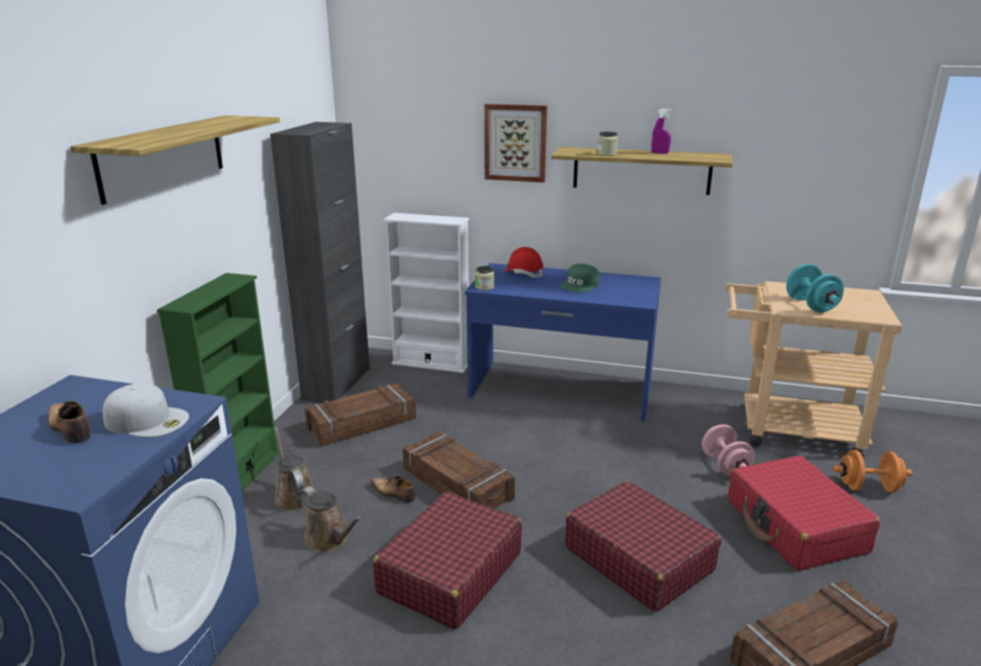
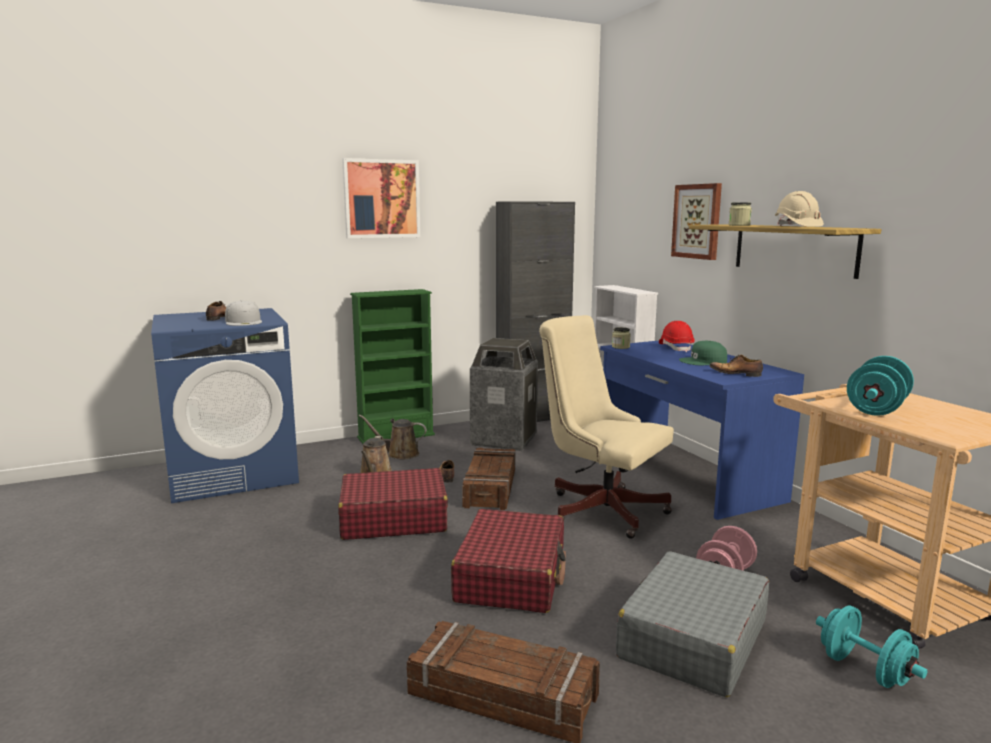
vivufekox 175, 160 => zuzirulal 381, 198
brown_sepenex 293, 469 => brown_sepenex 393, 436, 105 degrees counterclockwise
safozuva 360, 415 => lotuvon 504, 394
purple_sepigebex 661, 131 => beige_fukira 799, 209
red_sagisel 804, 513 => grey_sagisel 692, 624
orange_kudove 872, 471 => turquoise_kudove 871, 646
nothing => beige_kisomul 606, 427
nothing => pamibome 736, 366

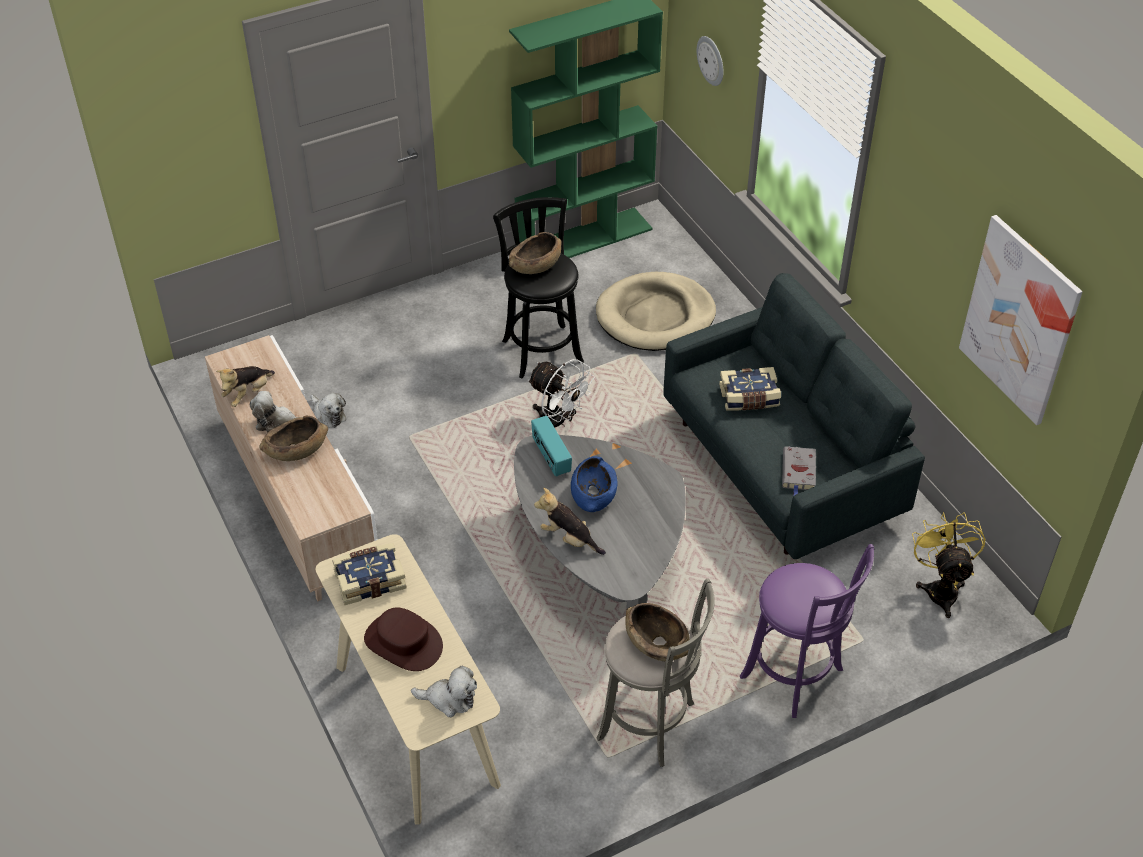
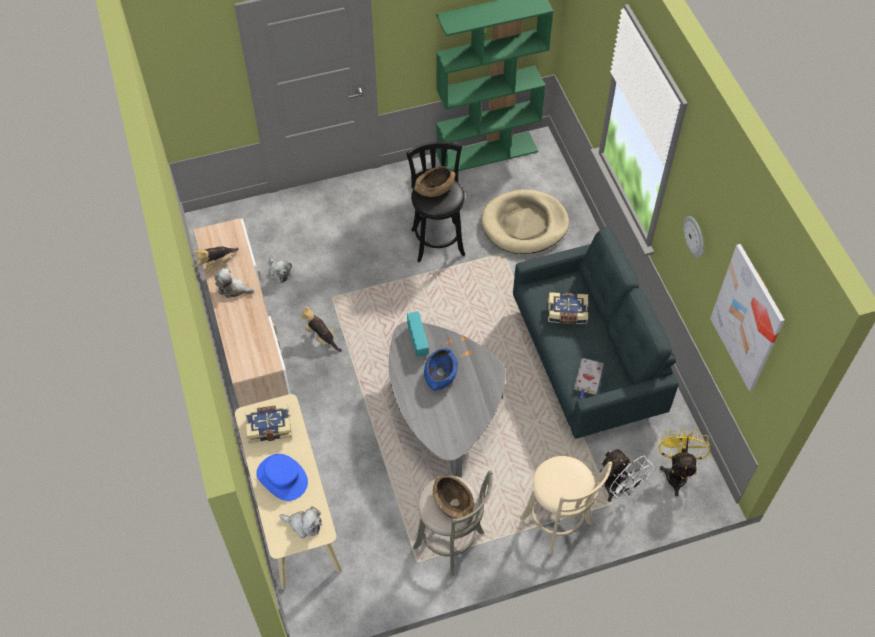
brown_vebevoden 293, 438 => nothing
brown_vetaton 403, 639 => blue_vetaton 282, 477
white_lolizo 561, 393 => white_lolizo 627, 475, moved
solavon 570, 521 => solavon 321, 329, moved
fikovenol 710, 61 => fikovenol 693, 237, moved
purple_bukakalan 807, 631 => beige_bukakalan 566, 505

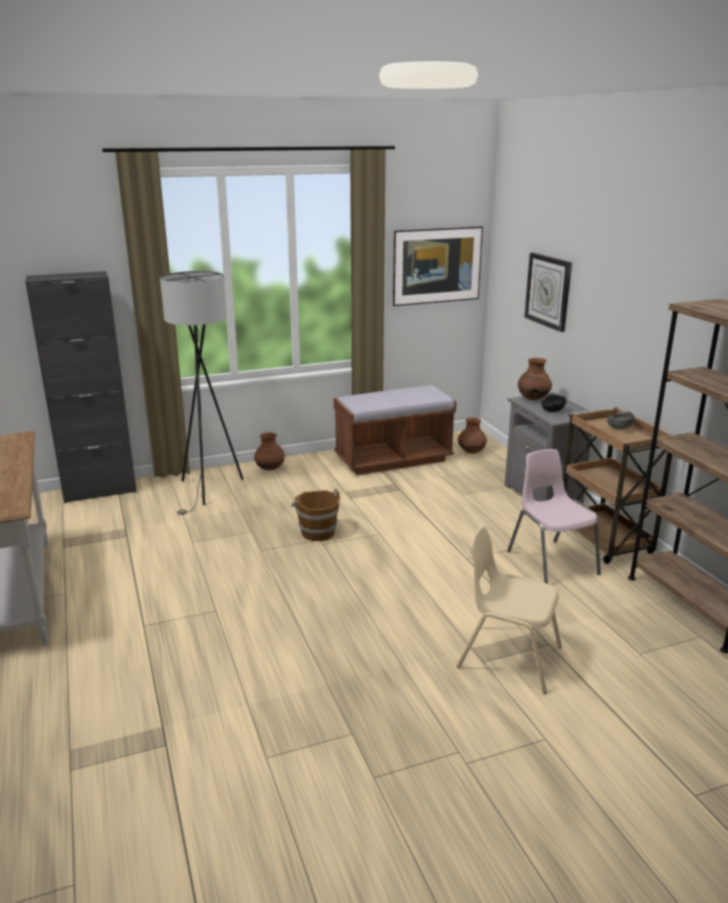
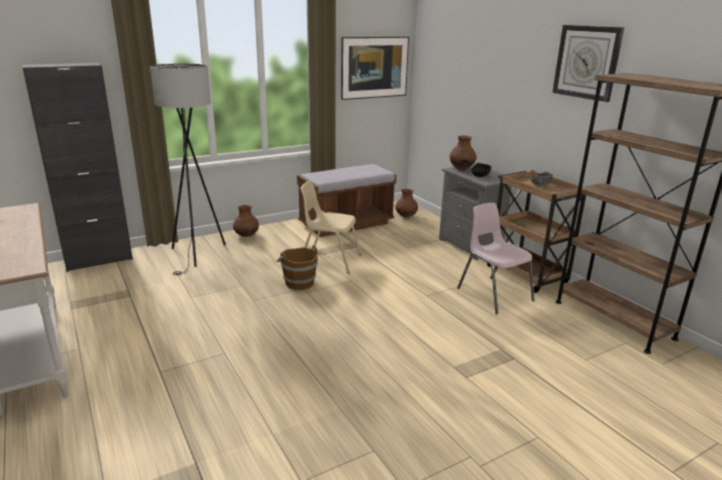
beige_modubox 509, 610 => beige_modubox 330, 227, moved
fikovenol 548, 292 => fikovenol 588, 63, moved

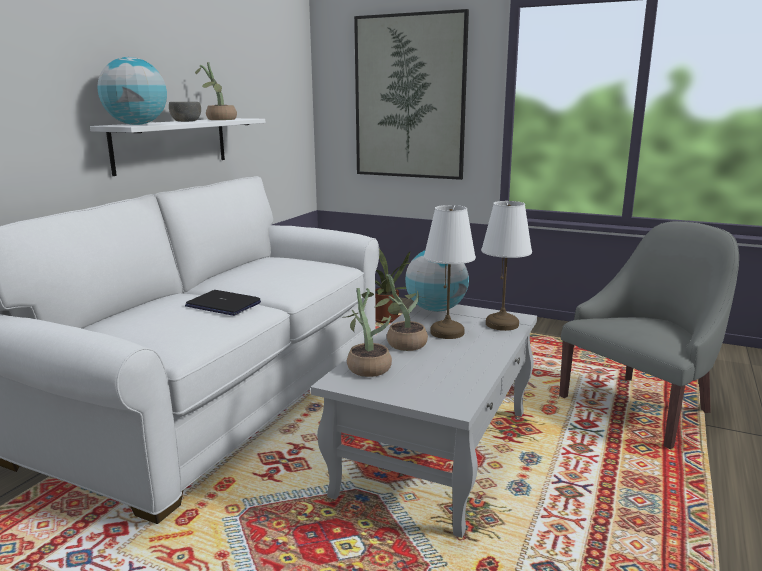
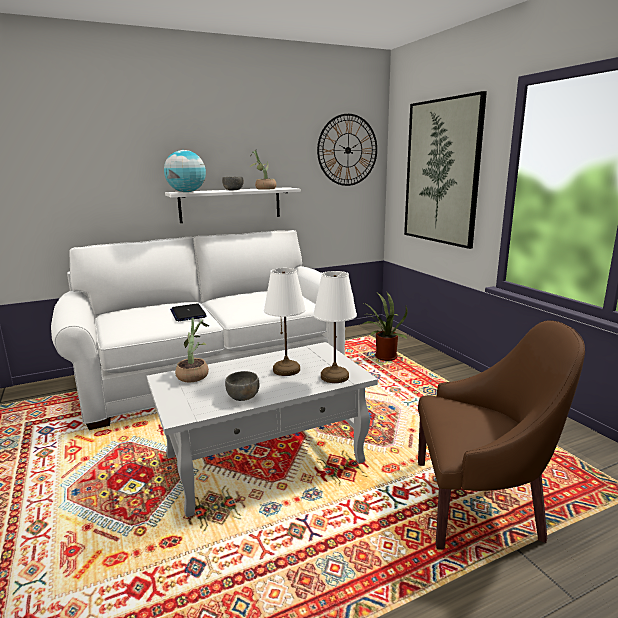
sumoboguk 401, 312 => nothing
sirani 437, 281 => nothing
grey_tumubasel 649, 335 => brown_tumubasel 501, 435
nothing => grey_vebevoden 242, 386
nothing => fikovenol 347, 150

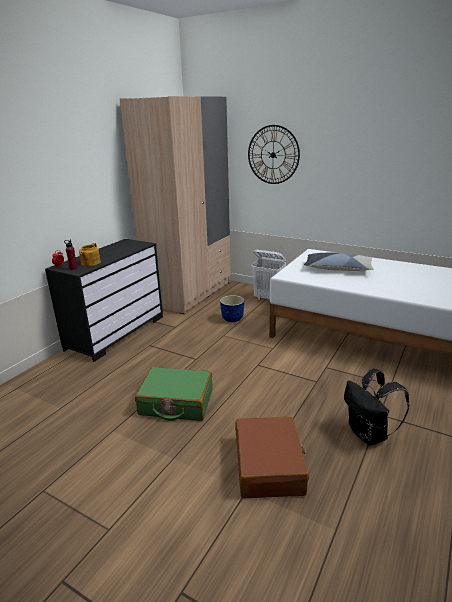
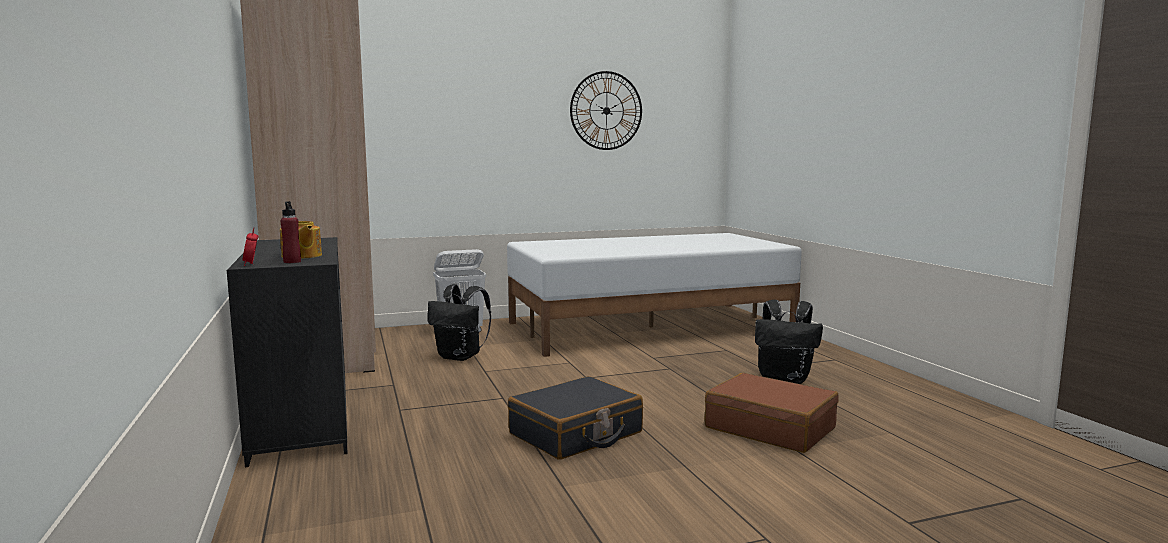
green_sagisel 174, 394 => black_sagisel 575, 418
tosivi 232, 308 => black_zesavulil 459, 322
fikovenol 274, 154 => fikovenol 606, 110, moved
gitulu 339, 262 => nothing

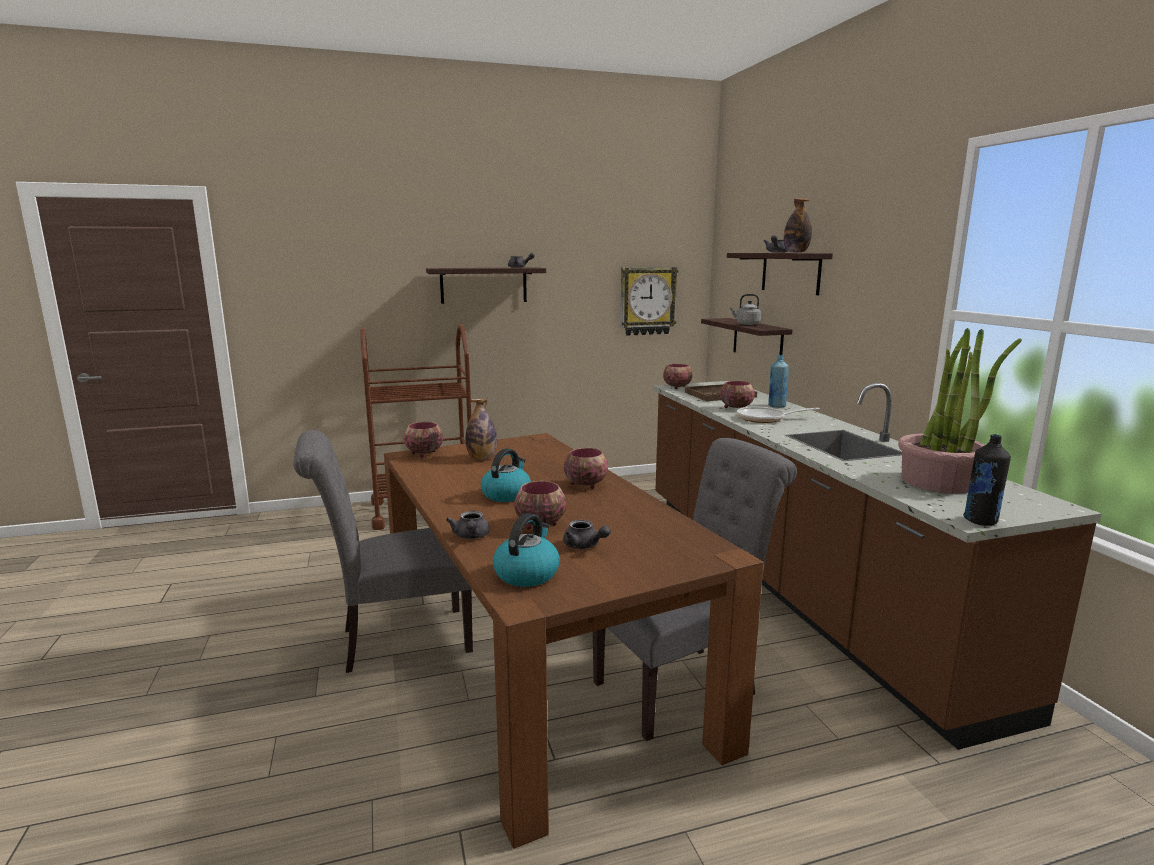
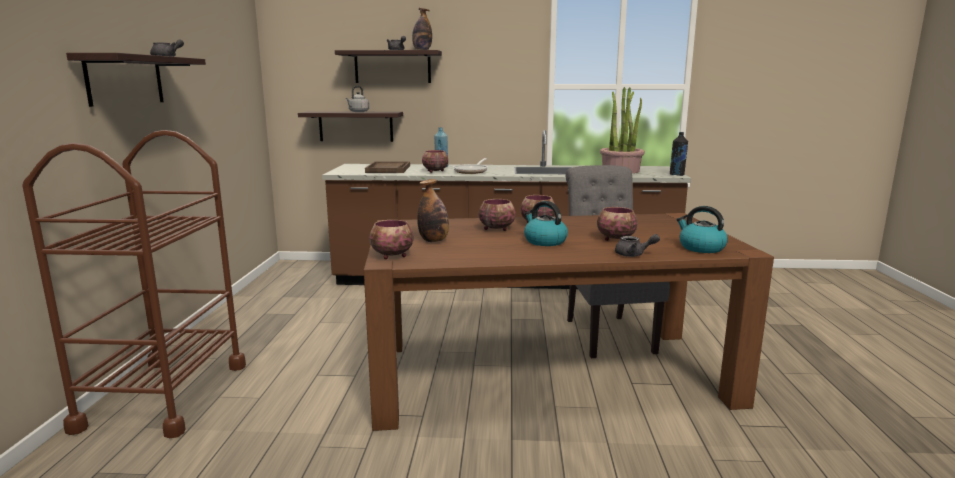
grey_modubox 383, 551 => nothing
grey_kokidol 587, 534 => nothing
fikovenol 649, 301 => nothing
vebevoden 678, 376 => vebevoden 497, 215, moved

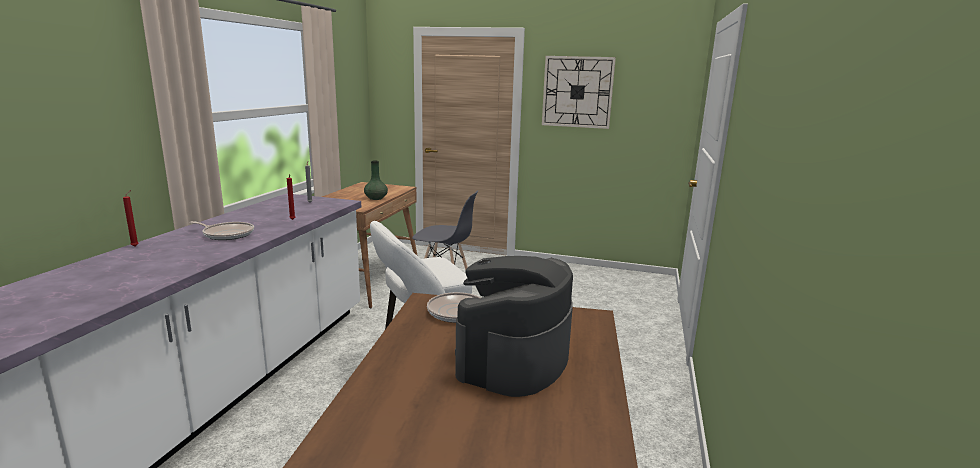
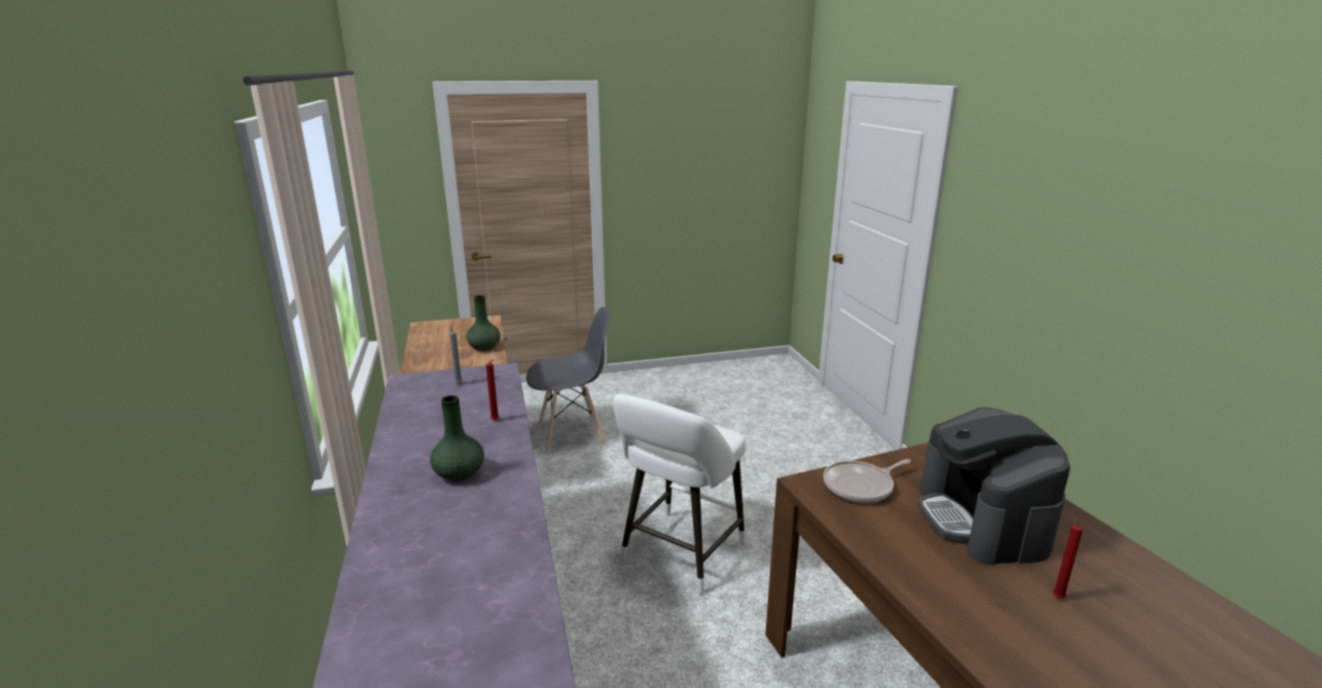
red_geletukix 131, 218 => red_geletukix 1068, 555, moved
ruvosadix 221, 230 => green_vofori 457, 438
fikovenol 579, 92 => nothing

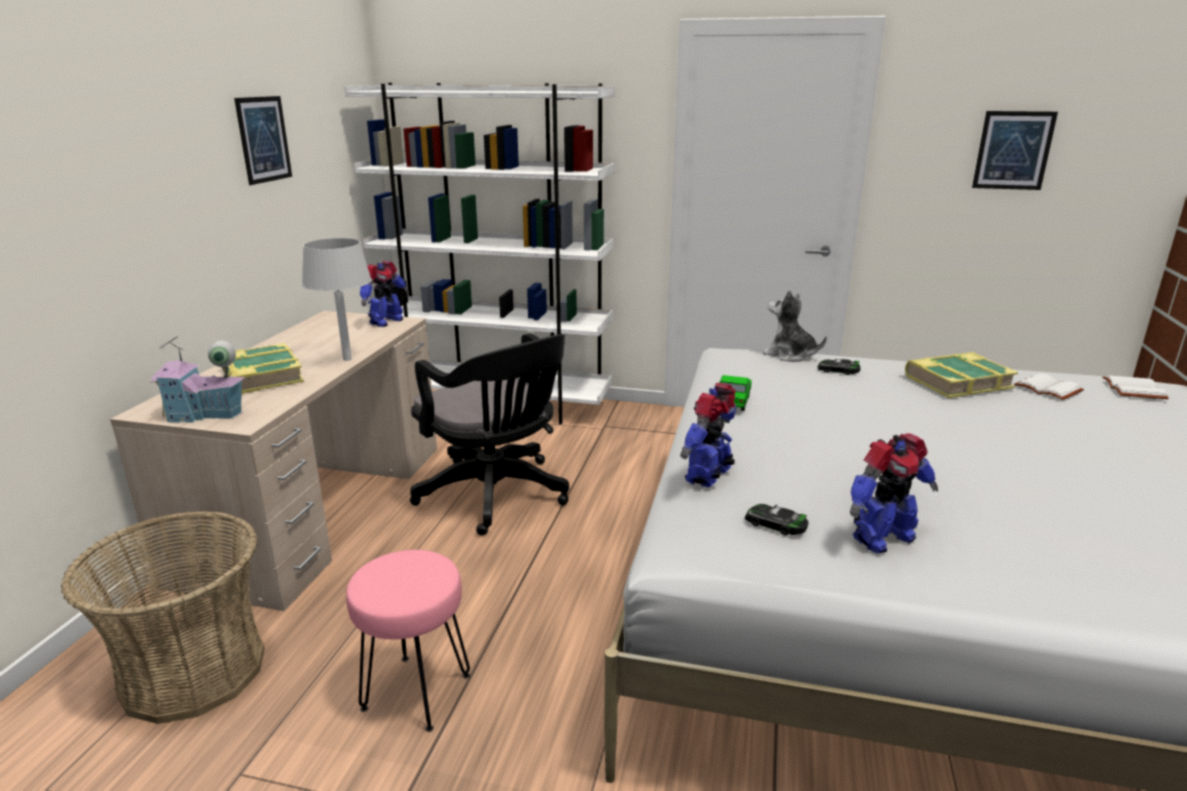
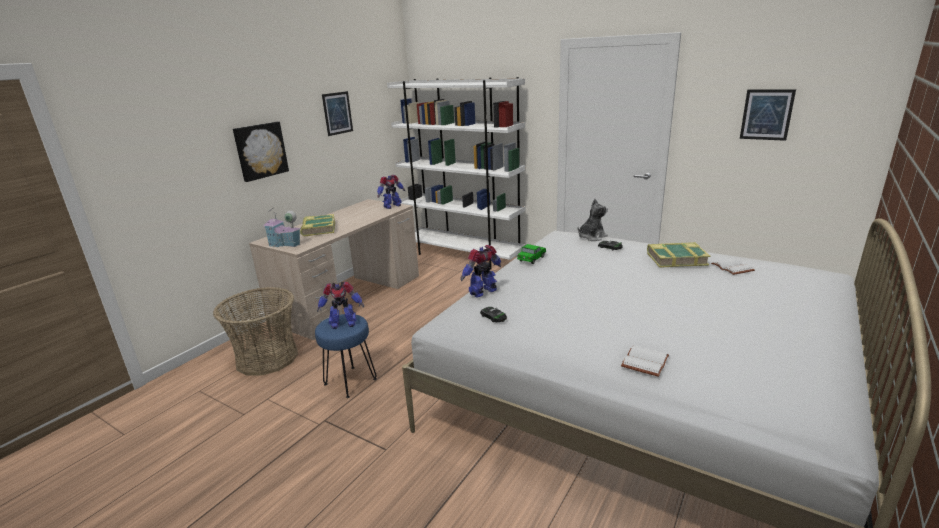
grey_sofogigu 337, 299 => nothing
pink_bukakalan 408, 641 => blue_bukakalan 346, 356
black_kisomul 489, 434 => nothing
solavon 795, 326 => solavon 593, 220, 90 degrees clockwise
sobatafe 894, 494 => sobatafe 340, 305, moved
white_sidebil 1135, 387 => white_sidebil 645, 361, moved
nothing => zuzirulal 261, 152

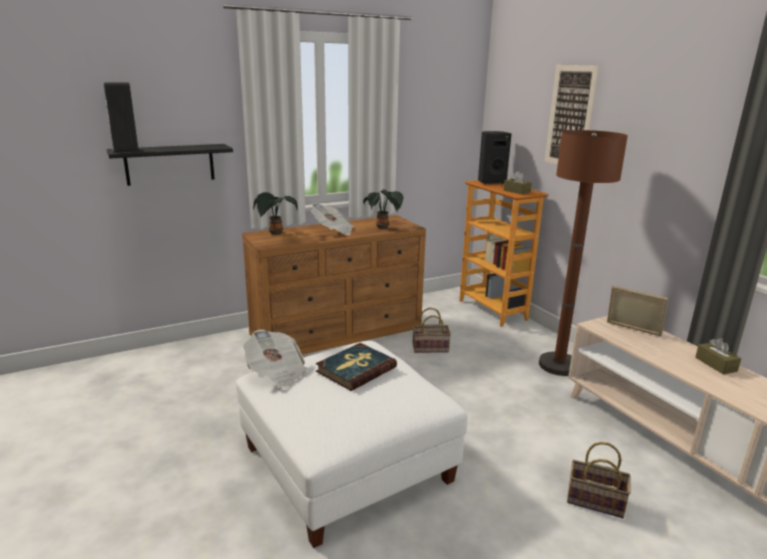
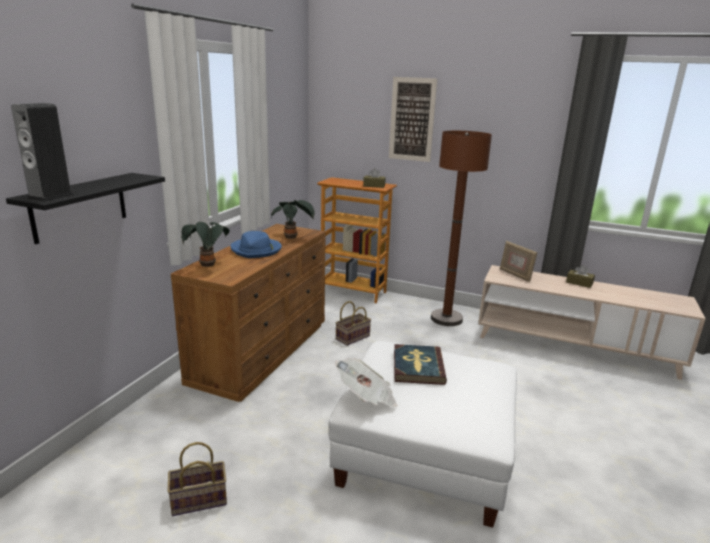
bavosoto 332, 219 => blue_vetaton 256, 244
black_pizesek 495, 157 => nothing
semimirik 599, 480 => semimirik 197, 479, moved
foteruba 638, 310 => foteruba 518, 261, 120 degrees counterclockwise

